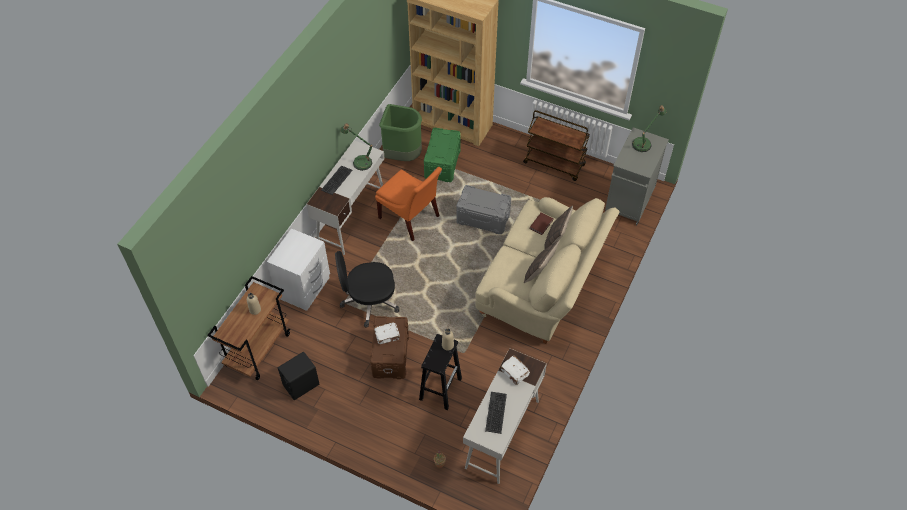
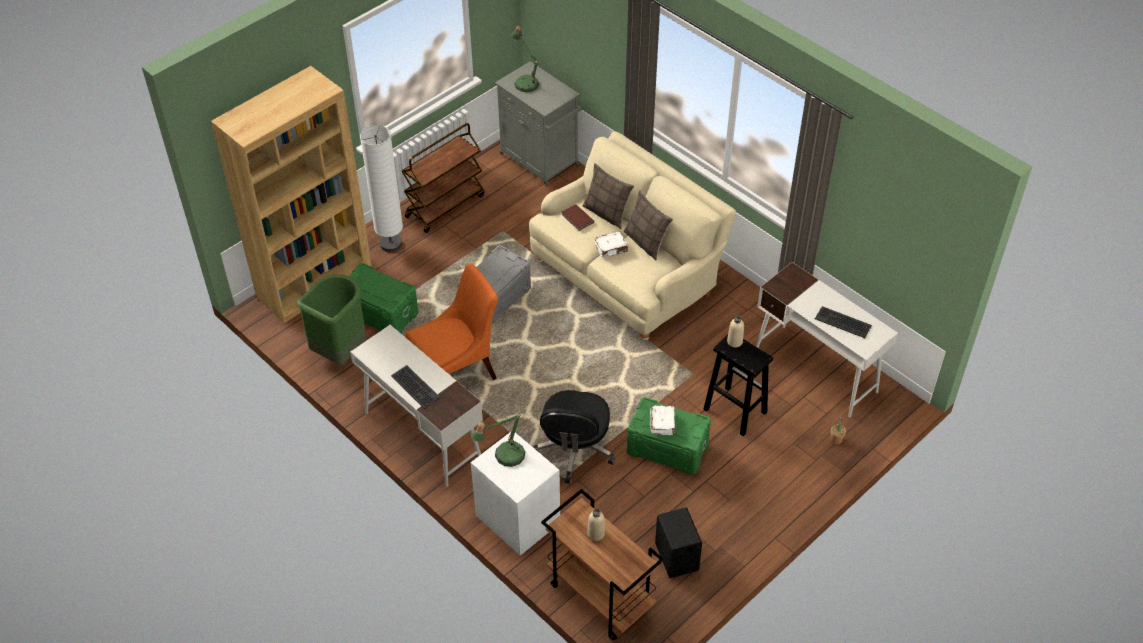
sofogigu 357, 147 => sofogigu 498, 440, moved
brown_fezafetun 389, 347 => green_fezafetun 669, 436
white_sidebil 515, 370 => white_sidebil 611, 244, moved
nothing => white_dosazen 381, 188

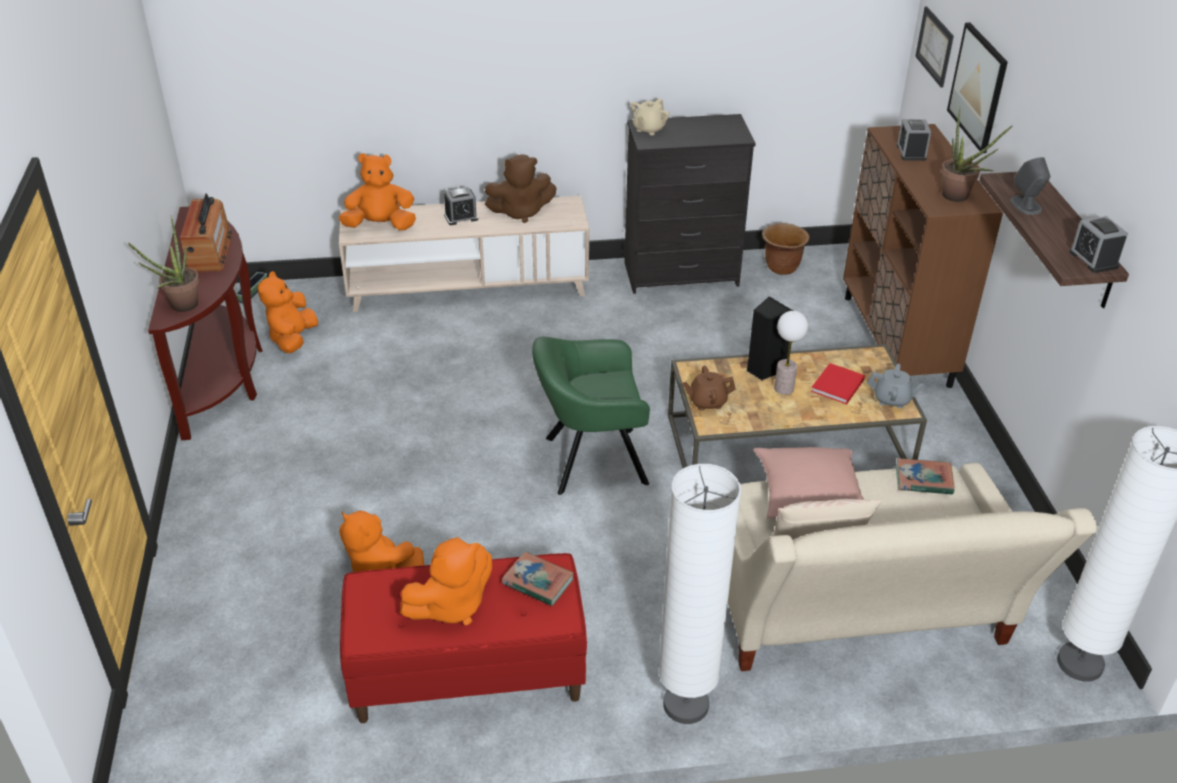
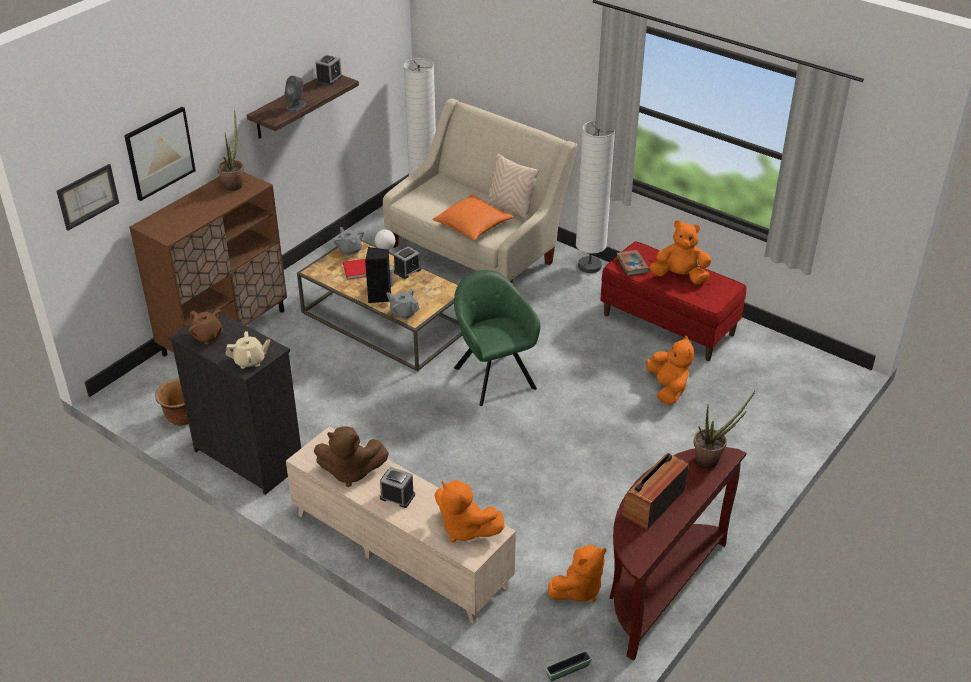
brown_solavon 521, 188 => brown_solavon 351, 456, 150 degrees clockwise
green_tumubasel 591, 416 => green_tumubasel 497, 338, 150 degrees counterclockwise
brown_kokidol 709, 388 => brown_kokidol 206, 326, moved
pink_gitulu 813, 483 => orange_gitulu 473, 217
sidebil 925, 476 => nothing
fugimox 914, 140 => fugimox 407, 262, moved
nothing => grey_kokidol 403, 304

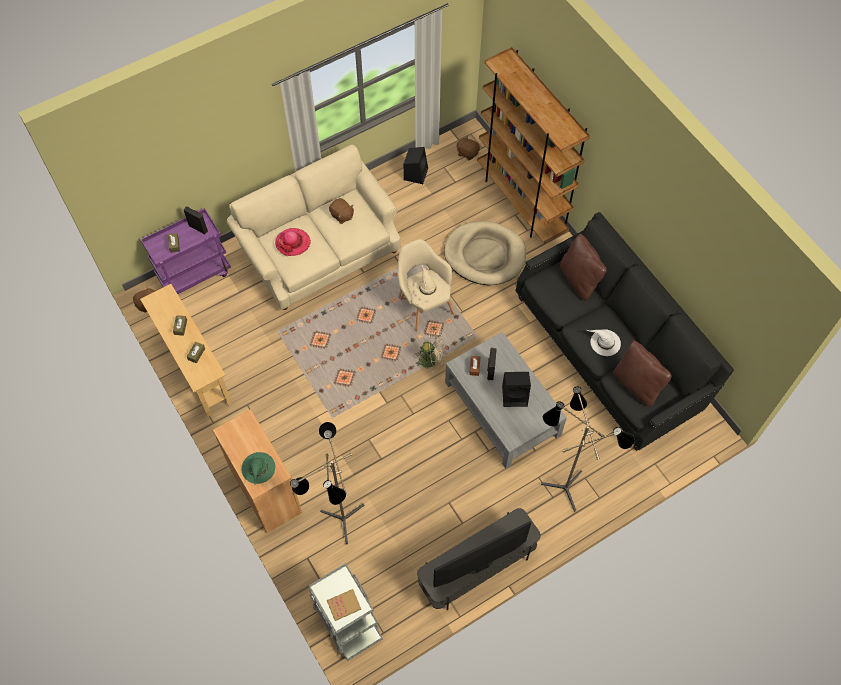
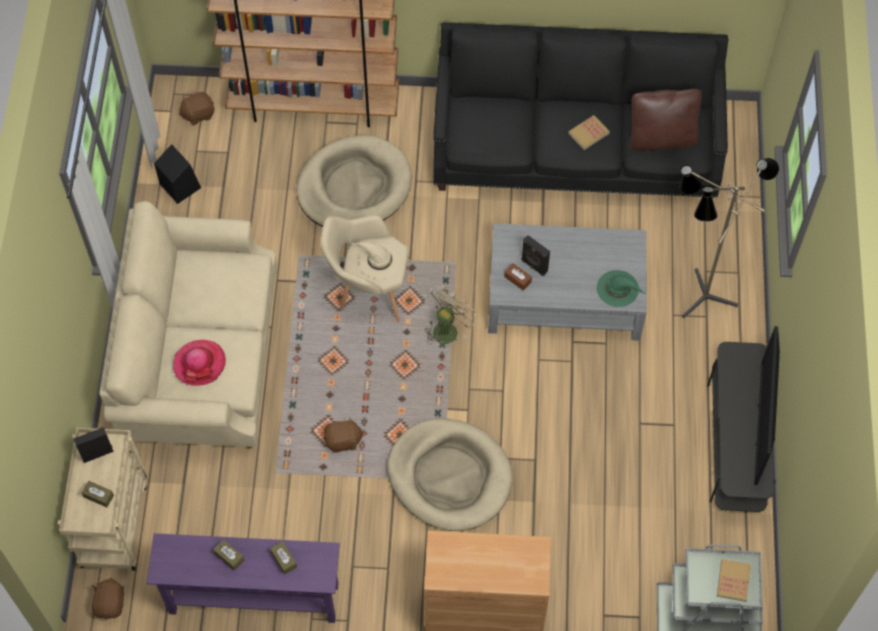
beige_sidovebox 186, 350 => purple_sidovebox 243, 578
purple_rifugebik 186, 251 => beige_rifugebik 102, 499
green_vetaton 258, 468 => green_vetaton 621, 288, moved
dosazen 327, 483 => nothing
brown_solavon 341, 211 => brown_solavon 344, 434, moved
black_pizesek 516, 389 => nothing
brown_gitulu 583, 267 => nothing
white_vetaton 604, 342 => sidebil 589, 132
nothing => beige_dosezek 450, 474

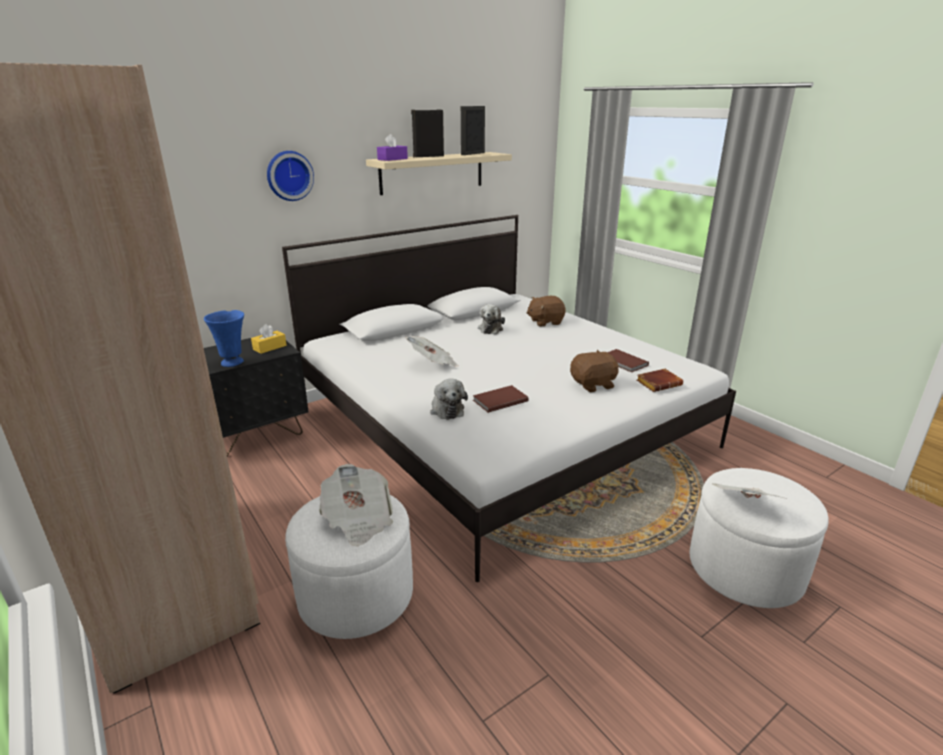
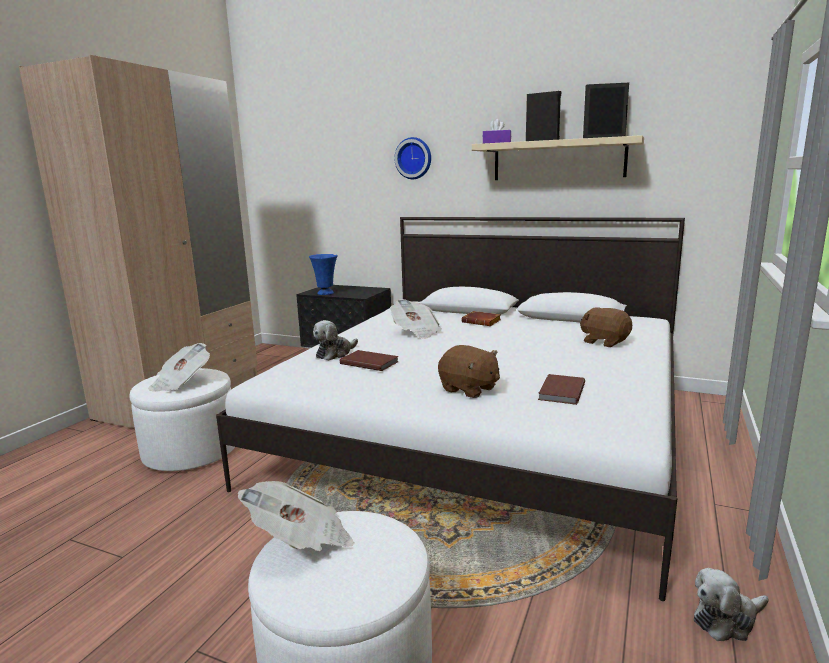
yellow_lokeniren 269, 339 => nothing
solavon 491, 319 => solavon 731, 604, moved
brown_sidebil 660, 380 => brown_sidebil 481, 318, moved

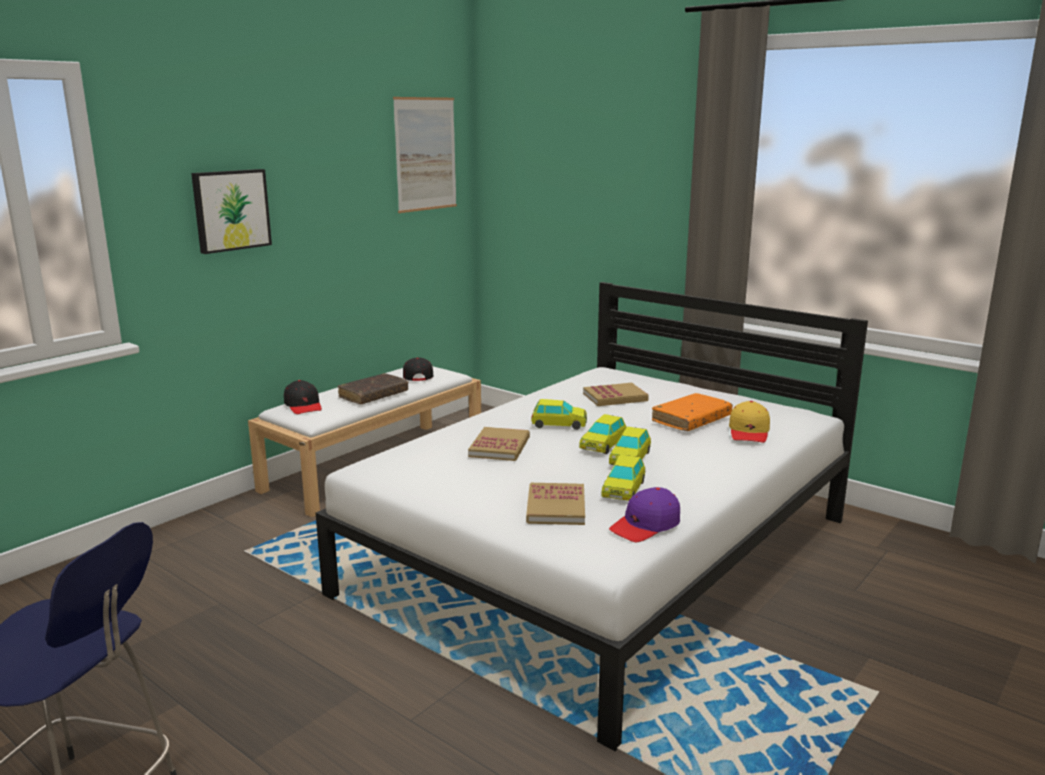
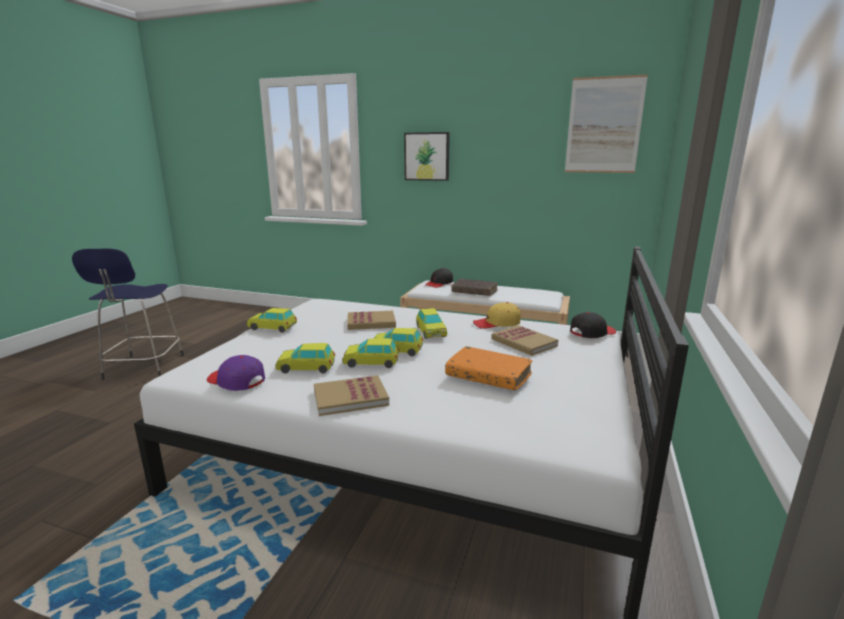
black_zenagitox 418, 369 => black_zenagitox 593, 325, moved
sidebil 555, 504 => sidebil 351, 395, moved
yellow_zenagitox 749, 422 => yellow_zenagitox 497, 315, moved
nothing => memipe 272, 320

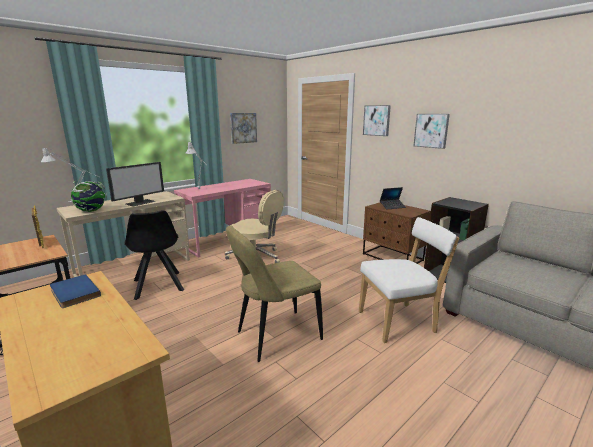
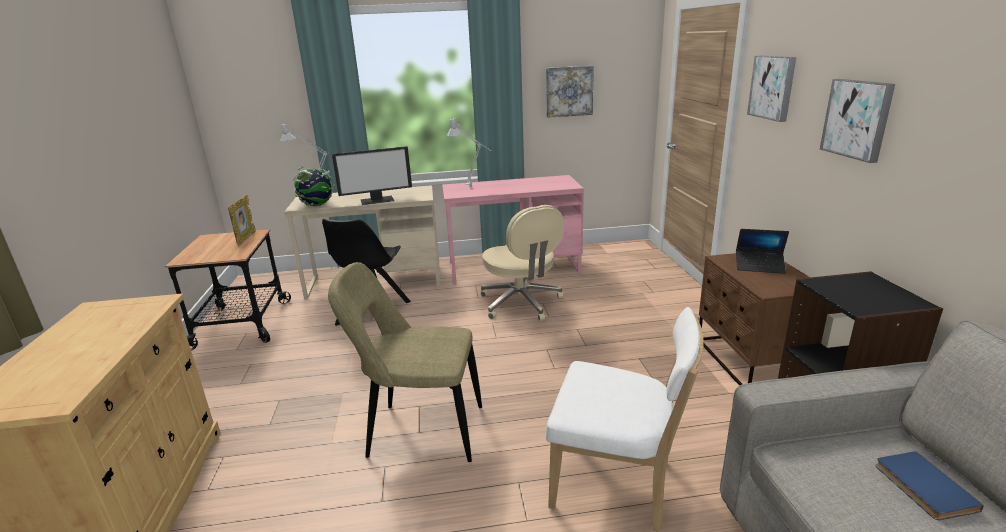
blue_sidebil 75, 291 => blue_sidebil 930, 485, moved

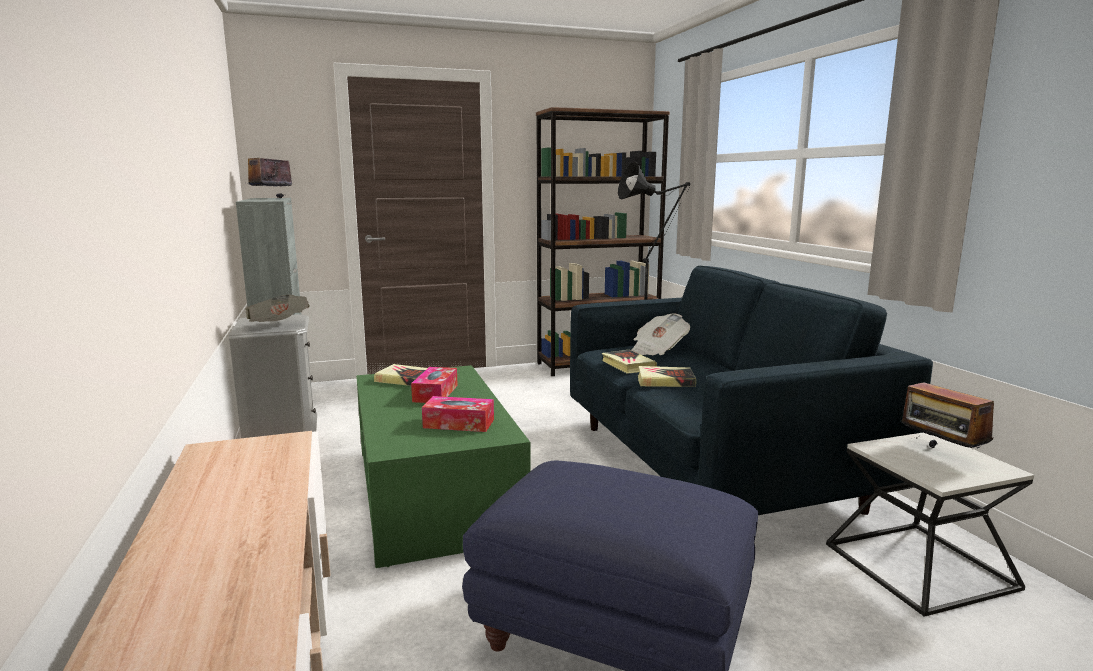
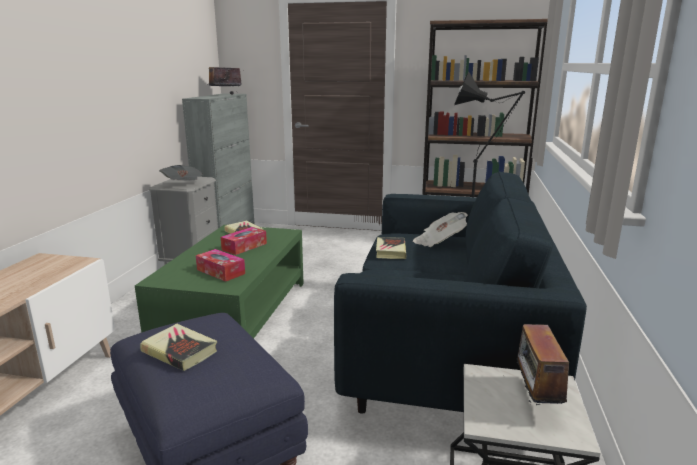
sidebil 667, 376 => sidebil 178, 347, moved

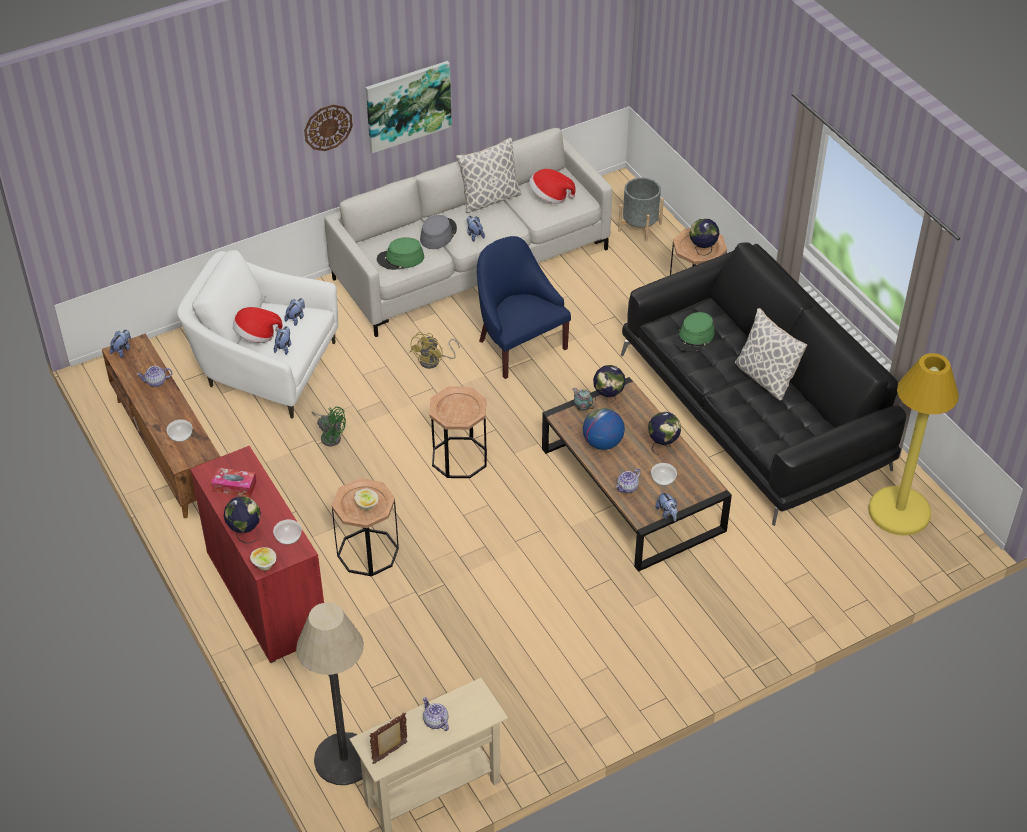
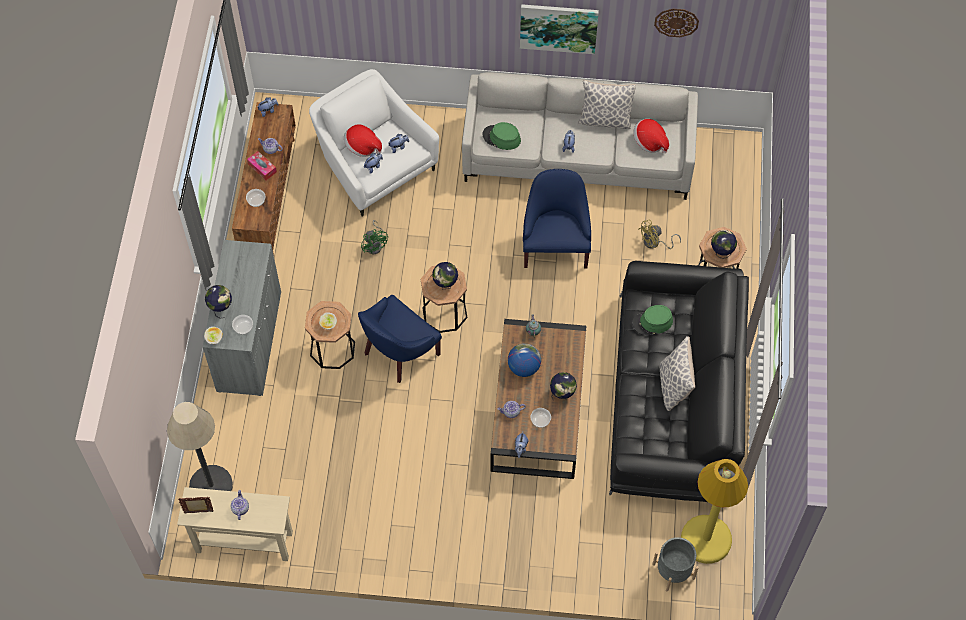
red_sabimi 257, 554 => grey_sabimi 242, 318
lokeniren 234, 482 => lokeniren 262, 165, moved
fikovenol 328, 128 => fikovenol 676, 23, moved
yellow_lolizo 435, 350 => yellow_lolizo 660, 234, moved
grey_vetaton 438, 232 => nothing
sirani 609, 384 => sirani 445, 275, moved
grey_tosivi 641, 210 => grey_tosivi 675, 564, moved
nothing => blue_tumubasel 400, 339

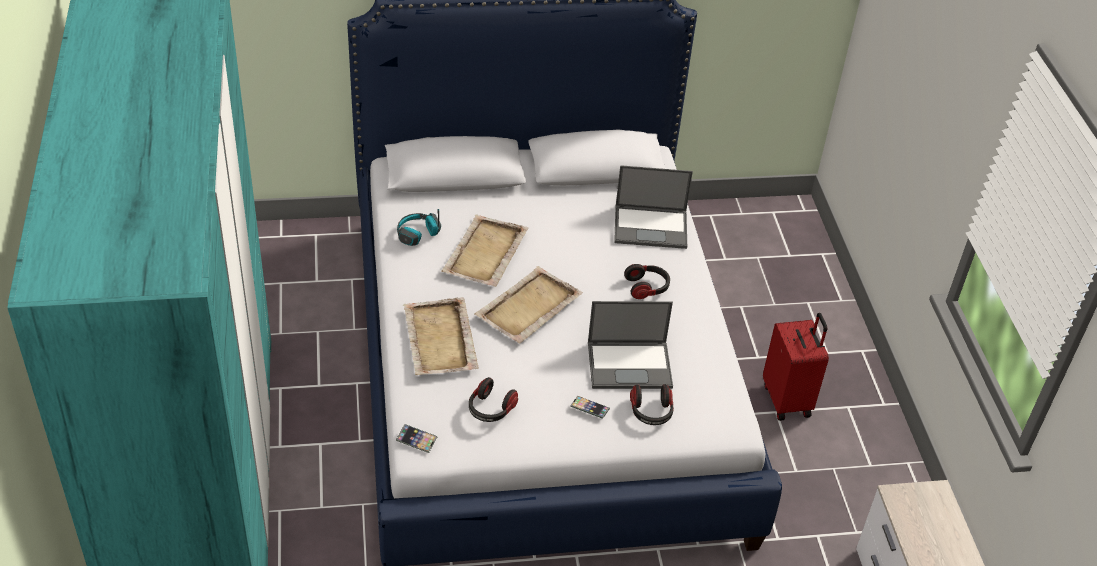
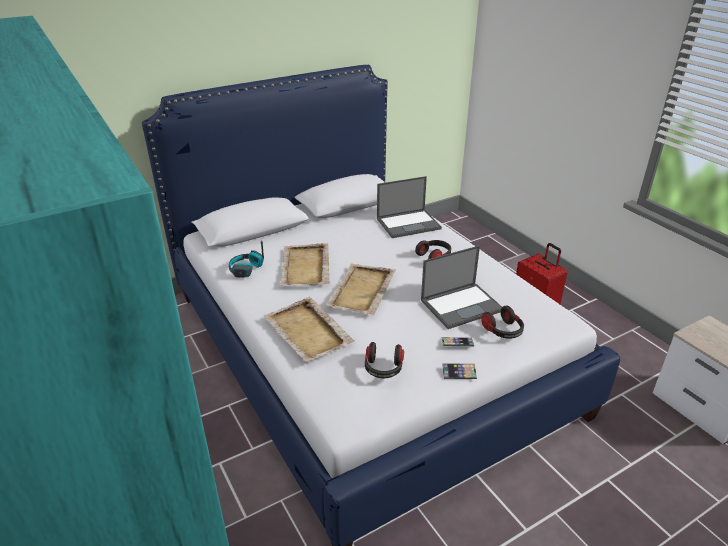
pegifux 416, 438 => pegifux 459, 371, moved

